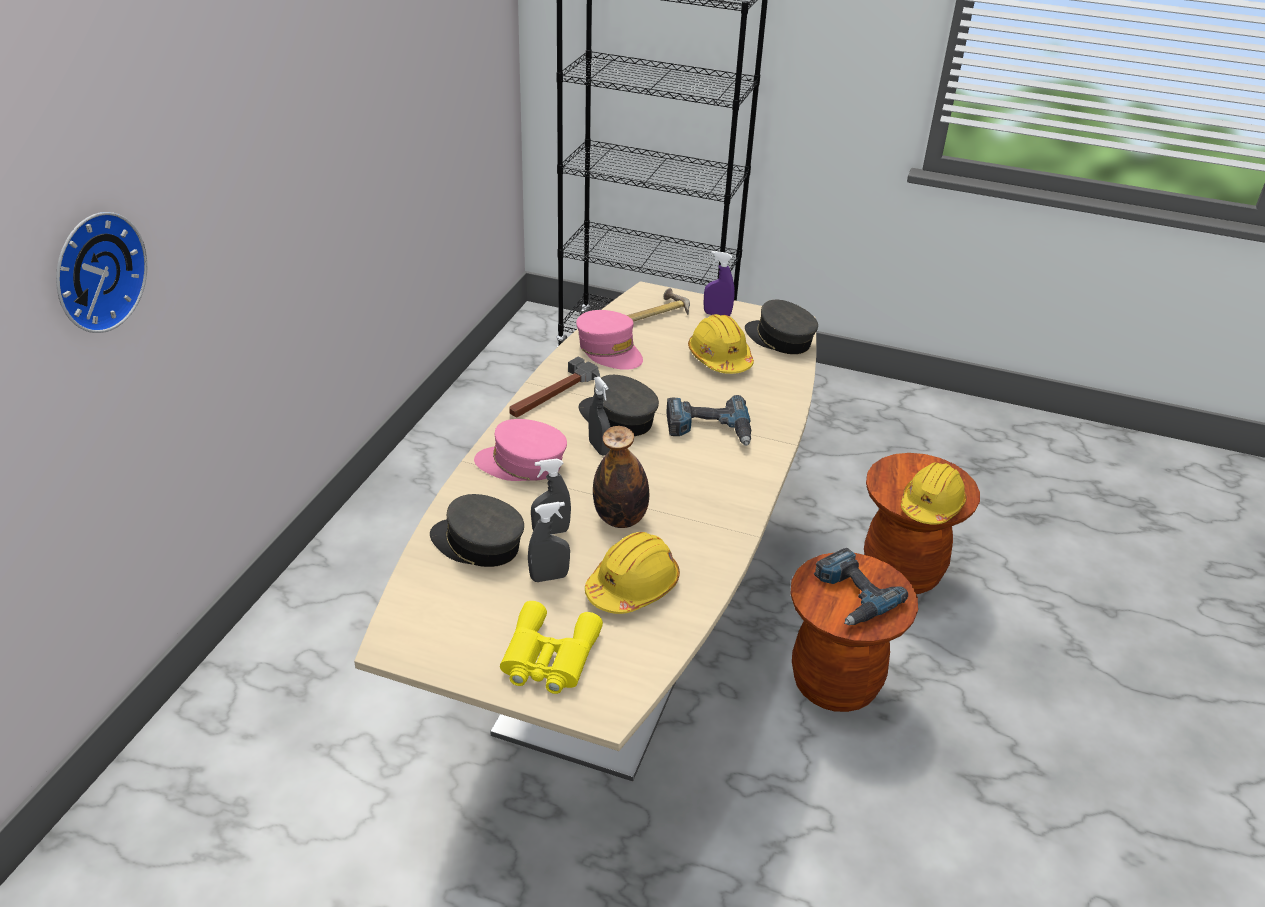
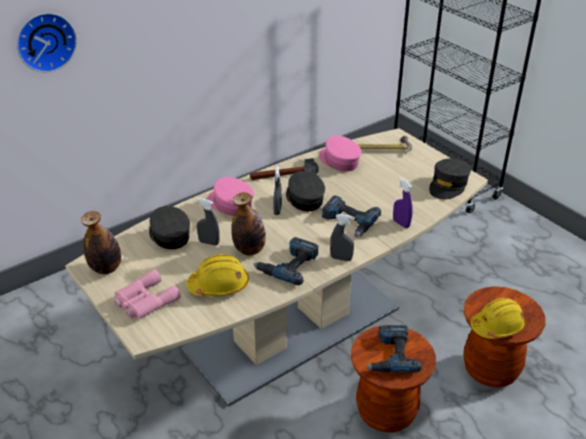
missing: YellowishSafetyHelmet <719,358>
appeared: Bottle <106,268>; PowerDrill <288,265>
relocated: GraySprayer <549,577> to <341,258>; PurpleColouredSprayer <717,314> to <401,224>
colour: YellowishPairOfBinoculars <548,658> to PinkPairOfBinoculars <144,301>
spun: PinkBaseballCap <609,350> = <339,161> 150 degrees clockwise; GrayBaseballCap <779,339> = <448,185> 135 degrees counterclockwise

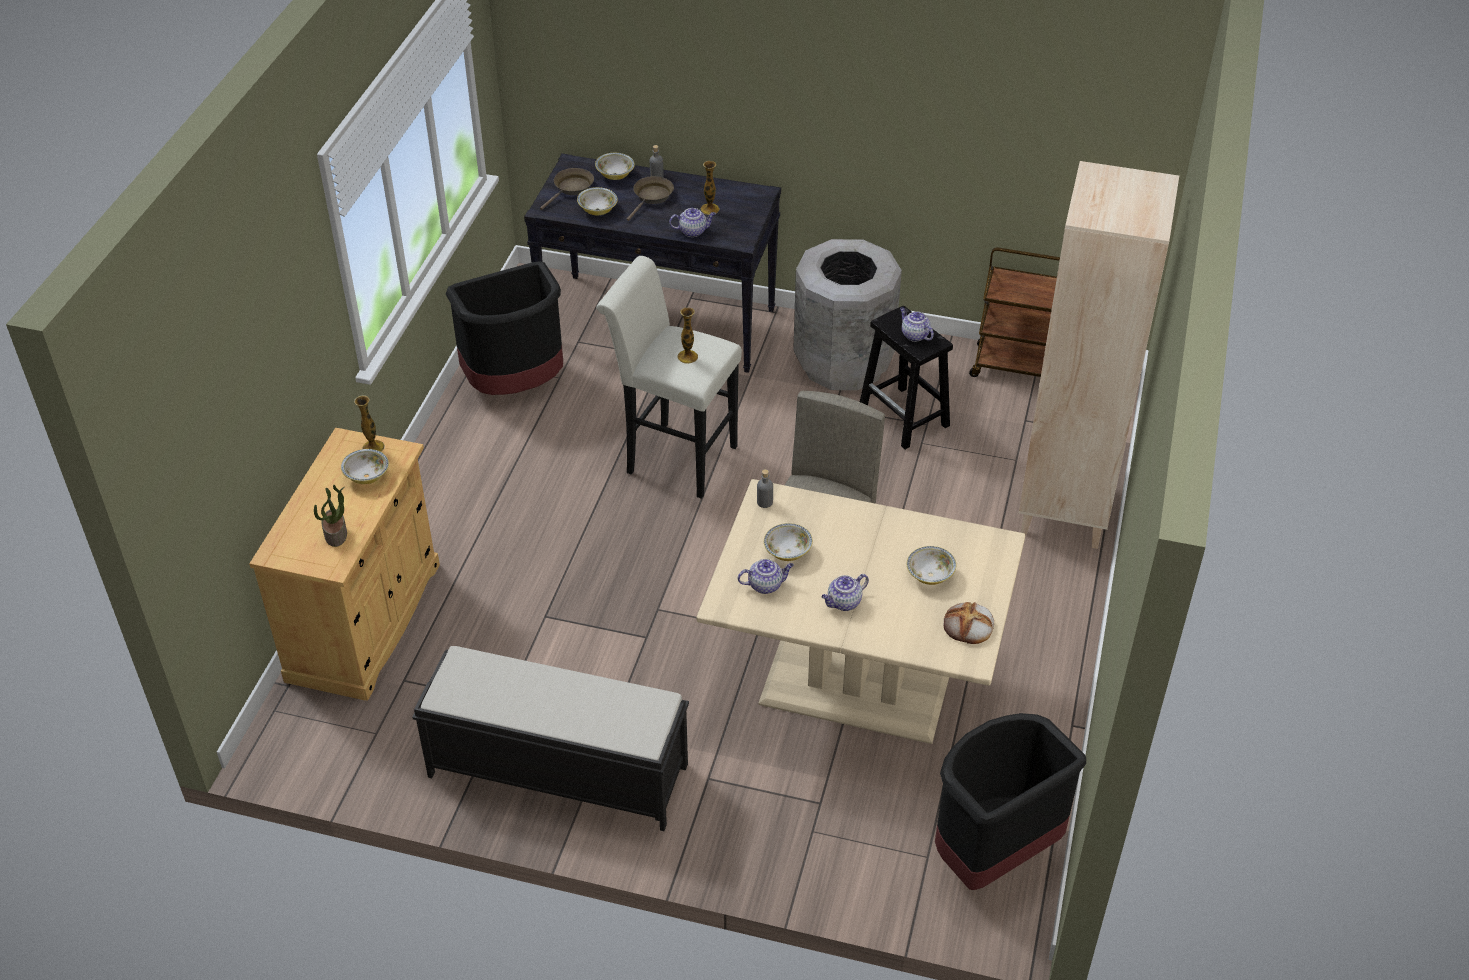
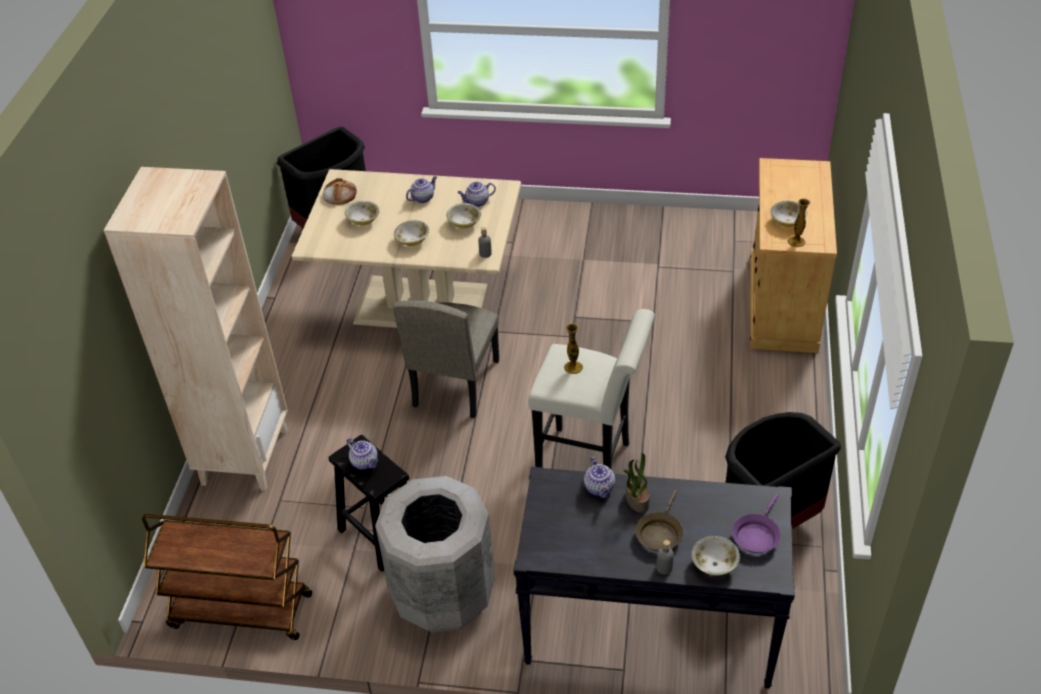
missing: BlackColouredLongSeat <556,770>; Vase <709,209>
relocated: PottedPlant <336,534> to <636,500>; ServingBowl <598,210> to <412,240>
colour: BrownishSkillet <571,188> to PurpleColouredSkillet <756,535>
spun: PotForTea <693,231> = <600,488> 90 degrees counterclockwise

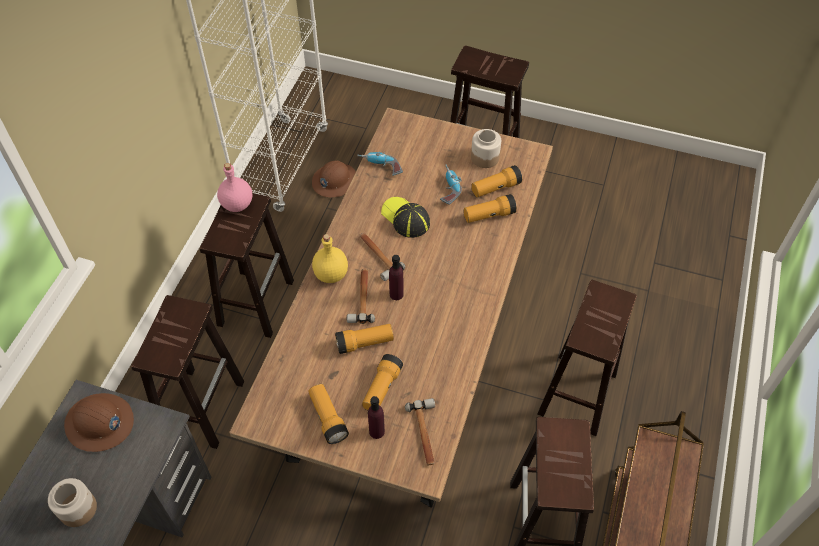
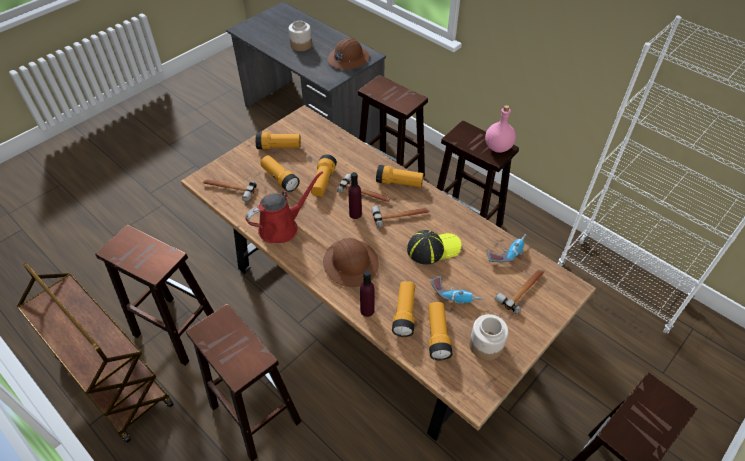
appeared: RedColouredSprinklingCan <282,227>; ToolHammer <522,289>
relocated: BrownishSafetyHelmet <334,181> to <351,263>; PurpleColouredBottle <377,431> to <367,310>
exchanged: YellowishBottle <331,274> to Flashlight <399,183>

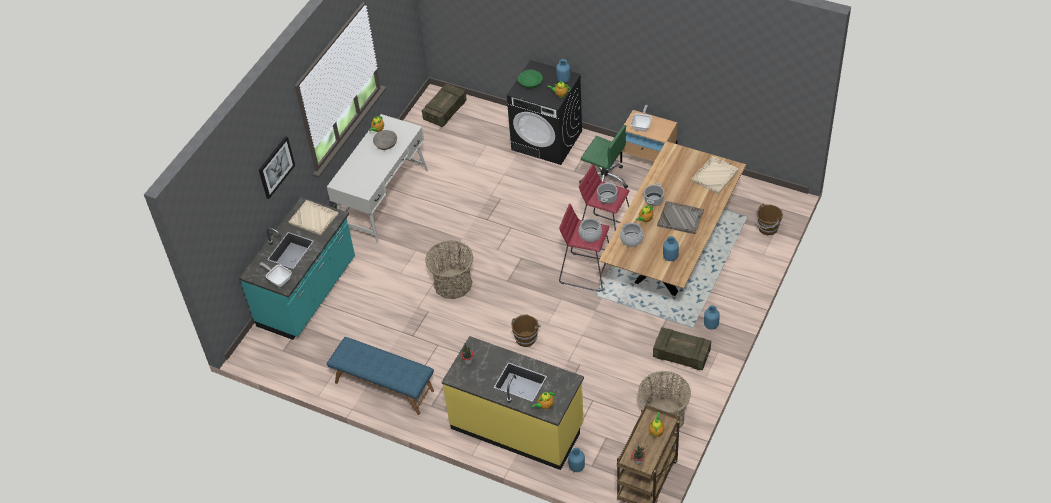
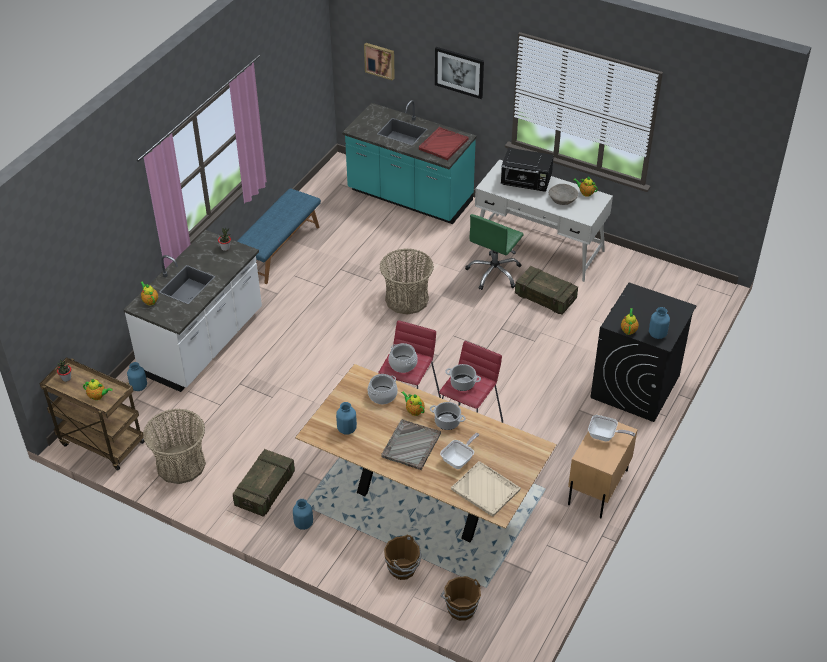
missing: GreenColouredServingBowl <530,83>
appeared: Picture <380,60>; BlackColouredKitchenMicrowave <526,182>
relocated: Skillet <278,279> to <459,459>; ShippingCrate <445,111> to <545,297>; BrownishPail <526,338> to <403,569>; GreenColouredDeskChair <604,180> to <494,273>
colour: BeigeColouredCarryingTray <314,218> to RedColouredCarryingTray <443,144>; YellowishKitchenCounter <517,426> to WhiteColouredKitchenCounter <203,343>

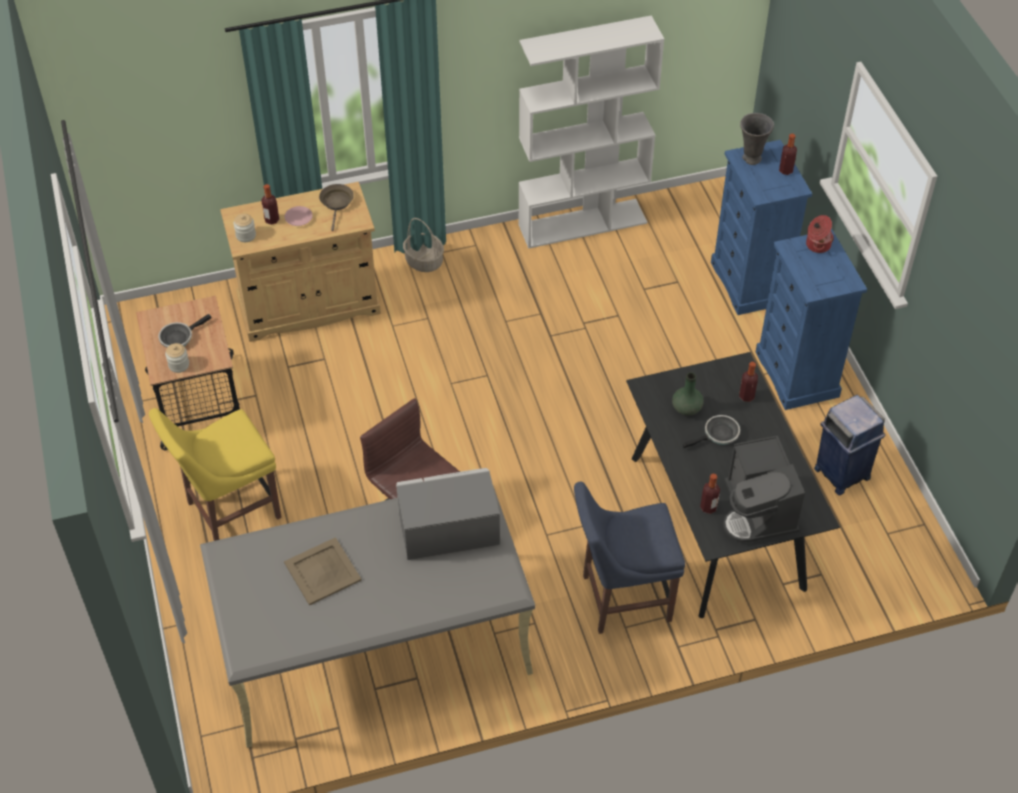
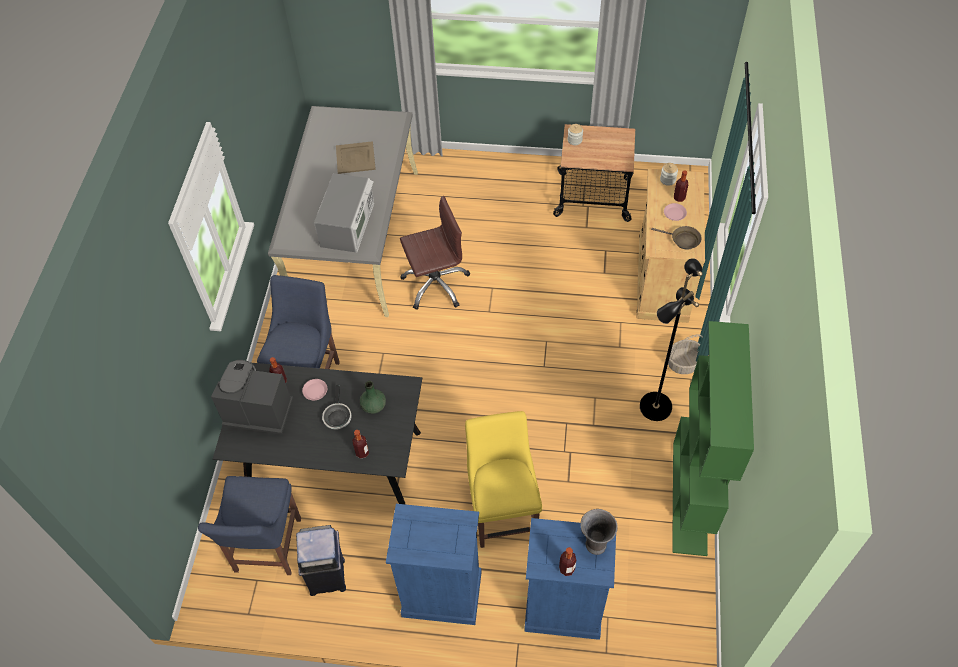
missing: Skillet <179,337>; Saucepot <817,245>
appeared: BlueColouredPlainChair <266,549>; PinkFlatDish <315,391>; BlackColouredStandingLamp <654,406>
relocated: YellowishPlainChair <229,511> to <503,511>
colour: WhiteColouredShelvingUnit <583,223> to GreenColouredShelvingUnit <690,498>

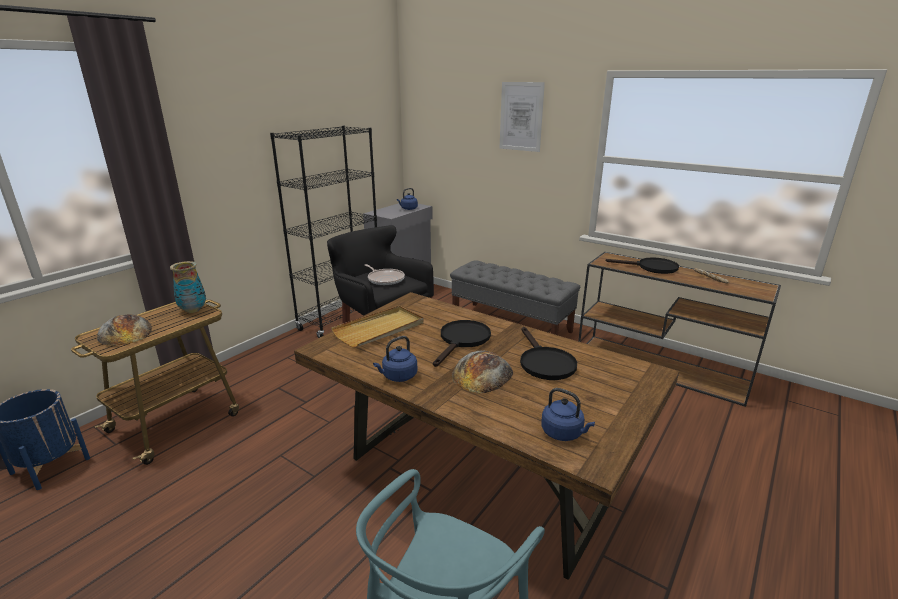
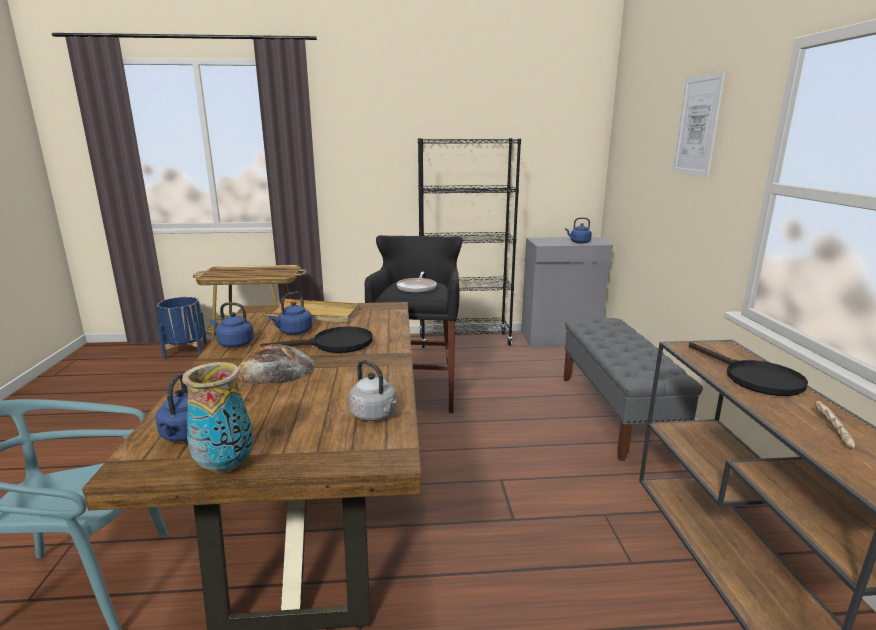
missing: BakeryBread <125,332>; BlackColouredSkillet <544,362>
appeared: BlueColouredKettle <294,332>; GrayKettle <375,415>
relocated: Vase <193,310> to <225,465>

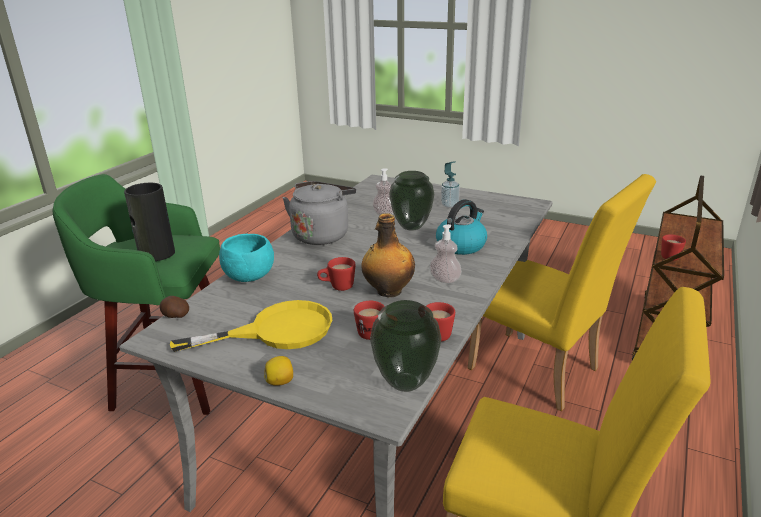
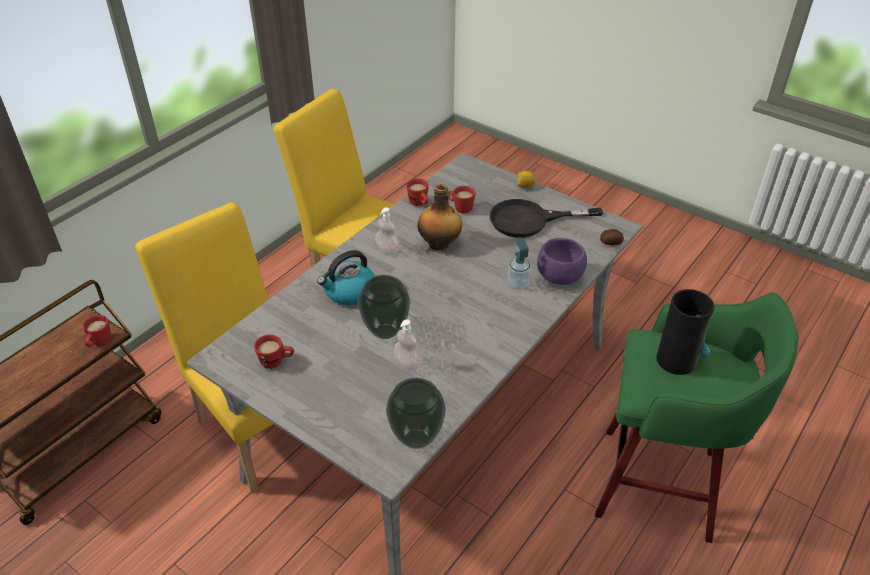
missing: GrayKettle <322,234>
relocated: RedColouredTeaMug <337,287> to <276,362>; Vase <406,383> to <415,438>; SoapDispenser <449,205> to <518,284>
colour: YellowishSkillet <277,331> to BlackColouredSkillet <529,220>; TurquoiseServingBowl <249,277> to PurpleColouredServingBowl <560,277>

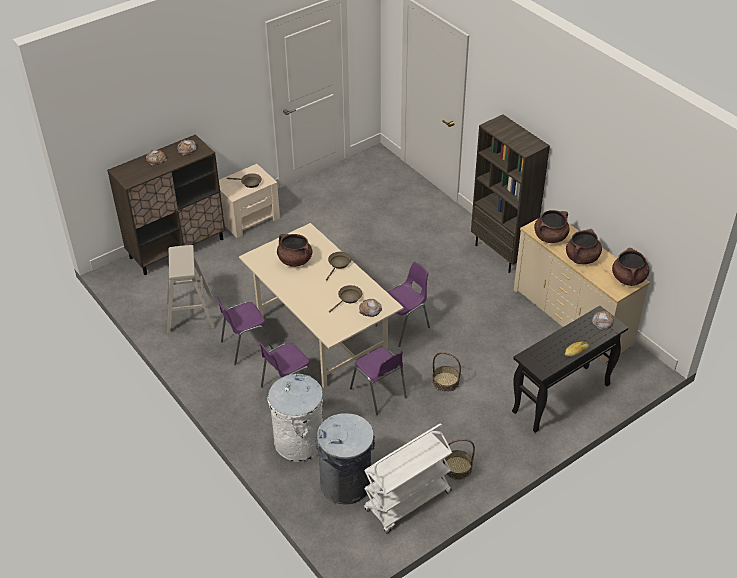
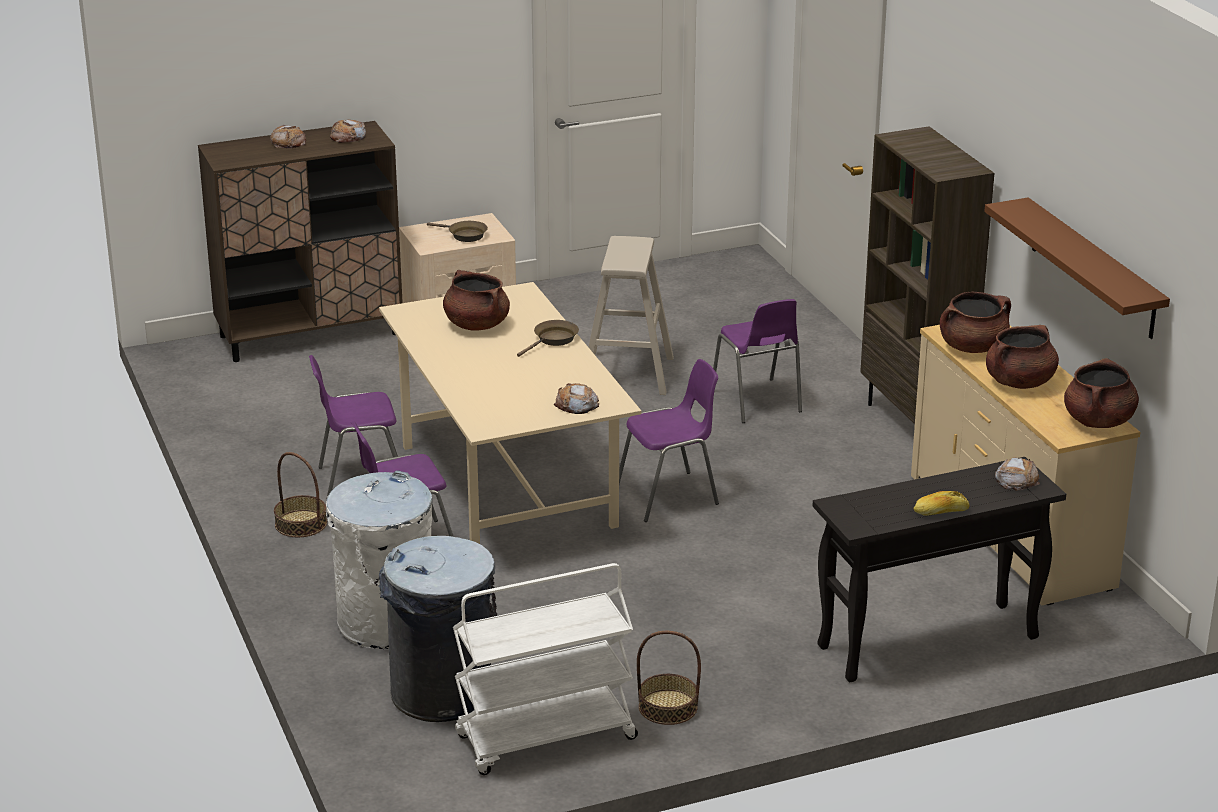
missing: BrownishSkillet <348,298>
appeared: BrownishShelf <1093,269>
relocated: BeigeColouredStool <190,314> to <627,373>; PurpleColouredPlainChair <379,394> to <757,402>; Basket <445,382> to <300,524>

